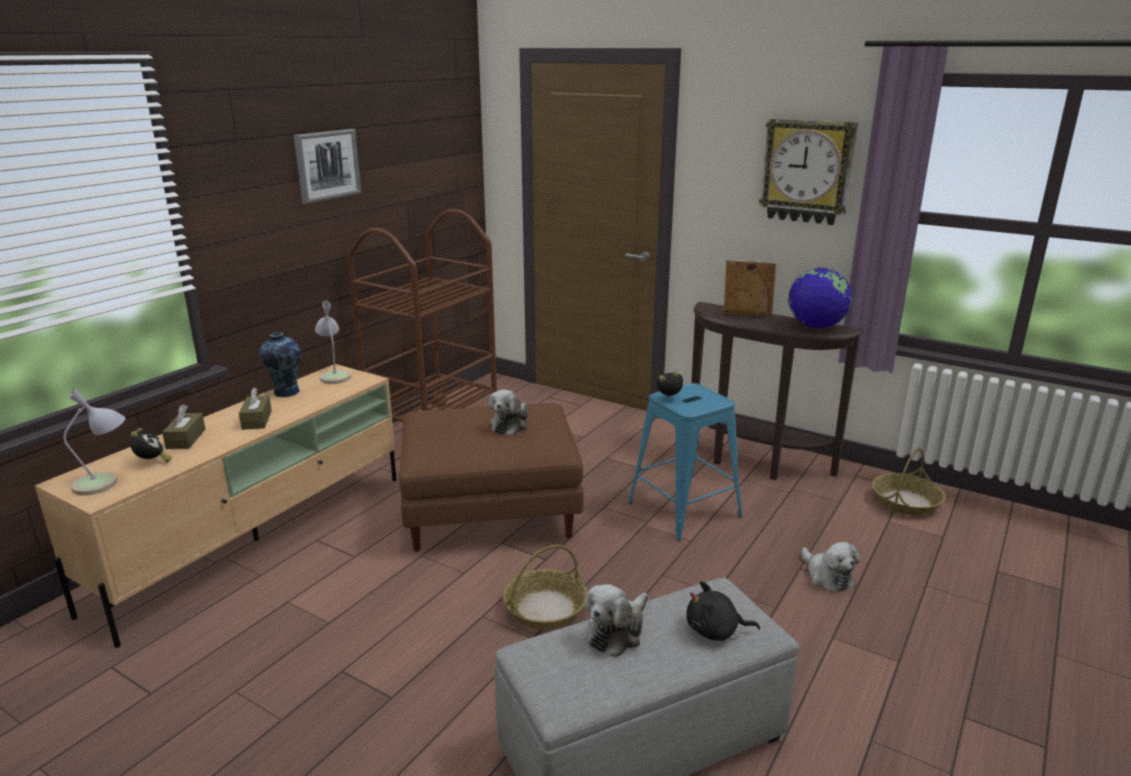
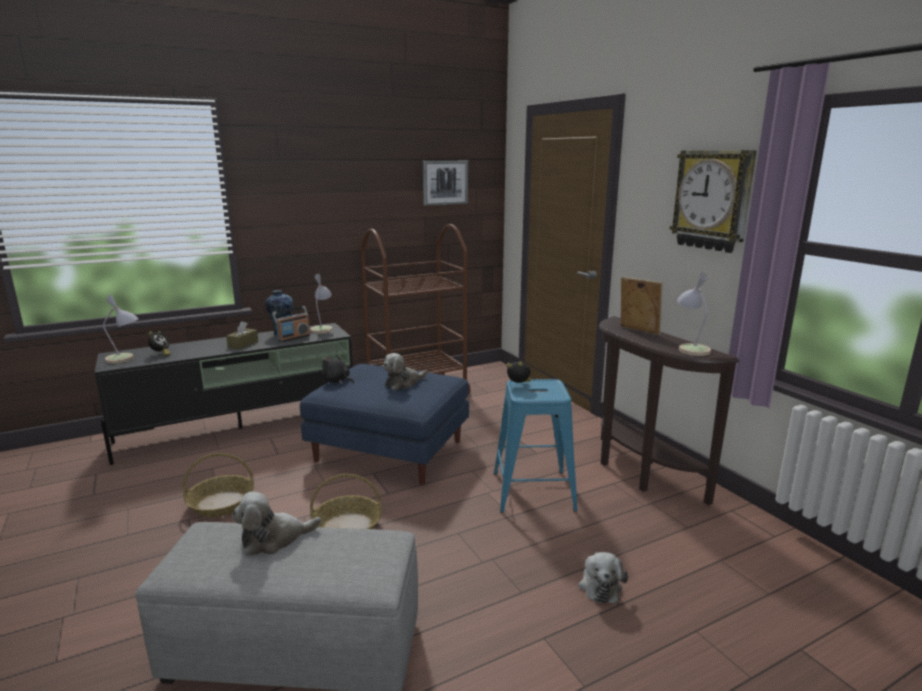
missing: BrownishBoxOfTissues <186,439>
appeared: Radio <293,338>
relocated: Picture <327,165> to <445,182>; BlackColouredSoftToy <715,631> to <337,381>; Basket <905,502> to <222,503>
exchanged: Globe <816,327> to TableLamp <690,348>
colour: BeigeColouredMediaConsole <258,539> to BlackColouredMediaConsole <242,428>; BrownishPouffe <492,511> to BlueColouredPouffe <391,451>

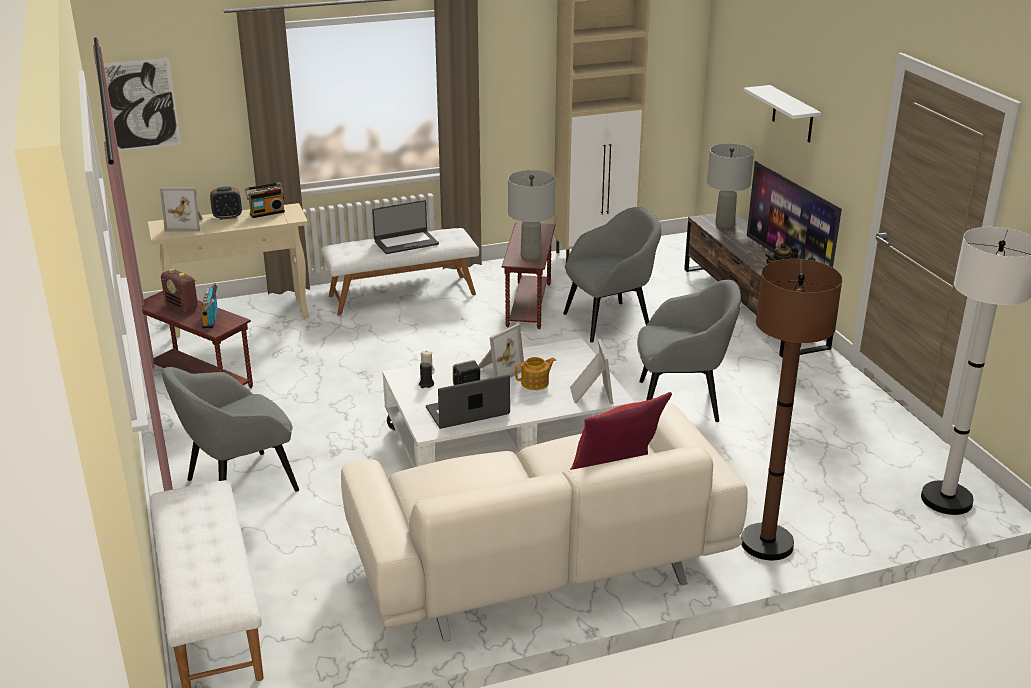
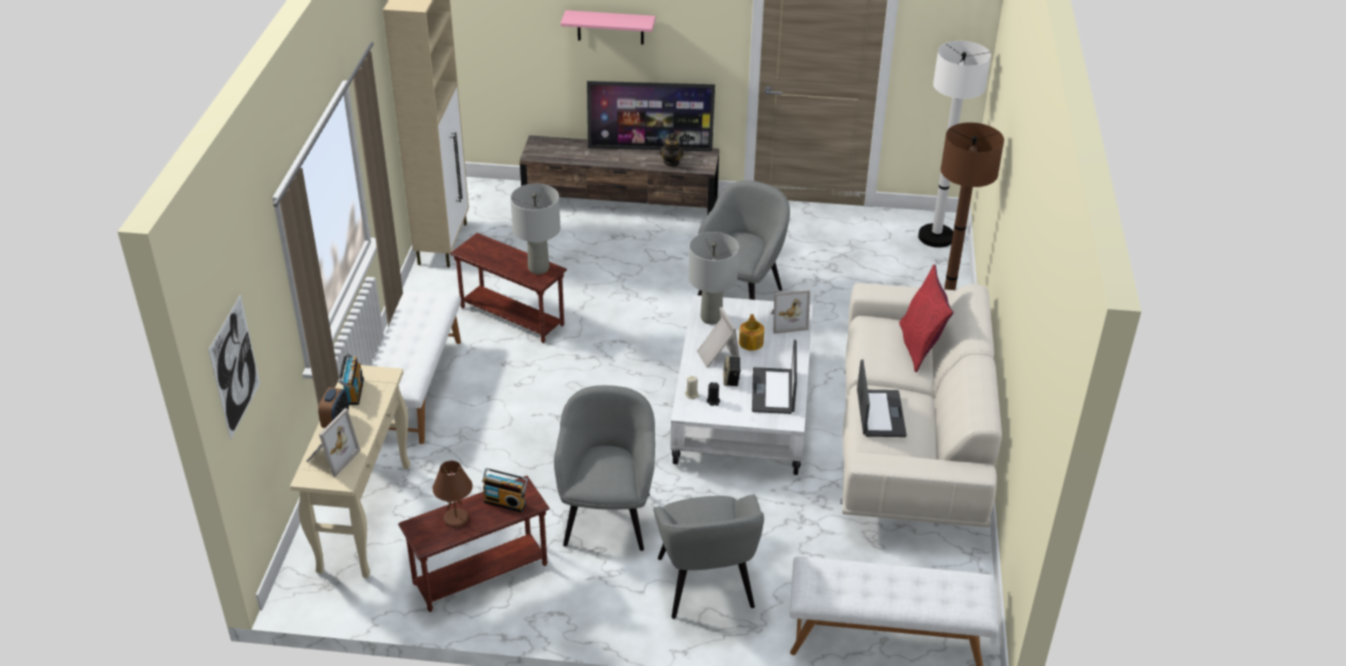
relocated: Laptop <406,242> to <879,414>; GrayLoungeChair <609,321> to <607,517>; GrayTableLamp <725,225> to <711,318>
exchanged: Radio <182,306> to BrownishTableLamp <456,518>
colour: WhiteColouredShelf <793,114> to PinkShelf <610,27>
spun: PictureFrame <590,394> = <787,321> 150 degrees clockwise

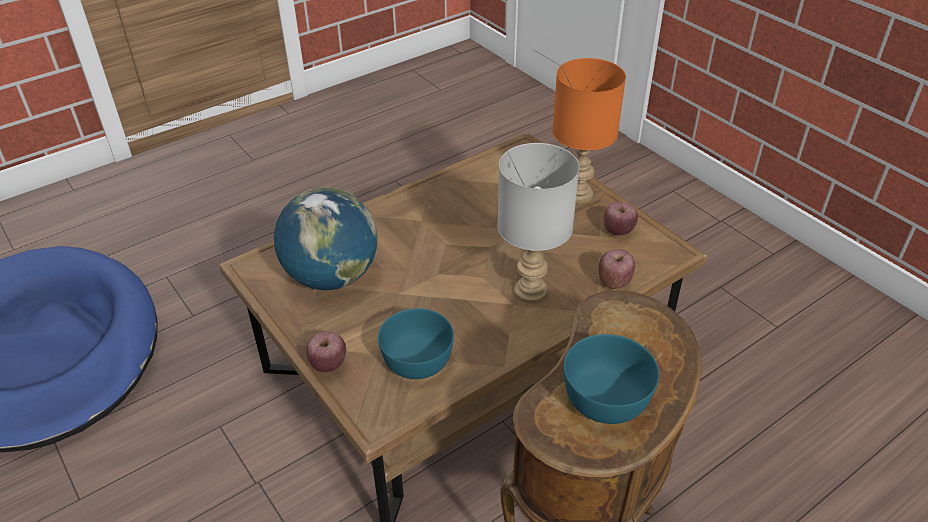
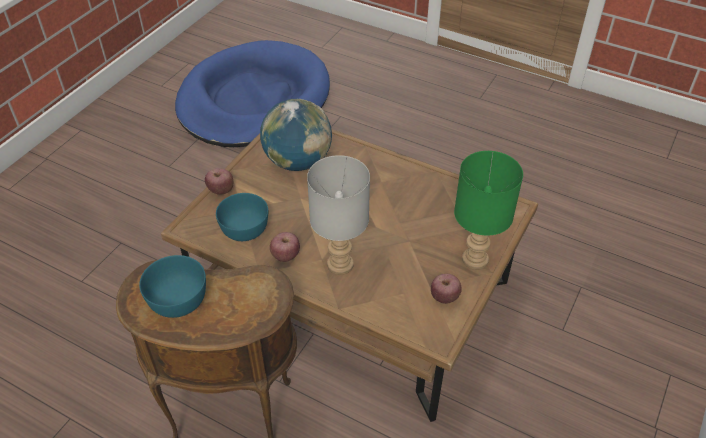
relocated: AppleFruit <614,281> to <285,255>
colour: OrangeTableLamp <579,195> to GreenColouredTableLamp <474,260>

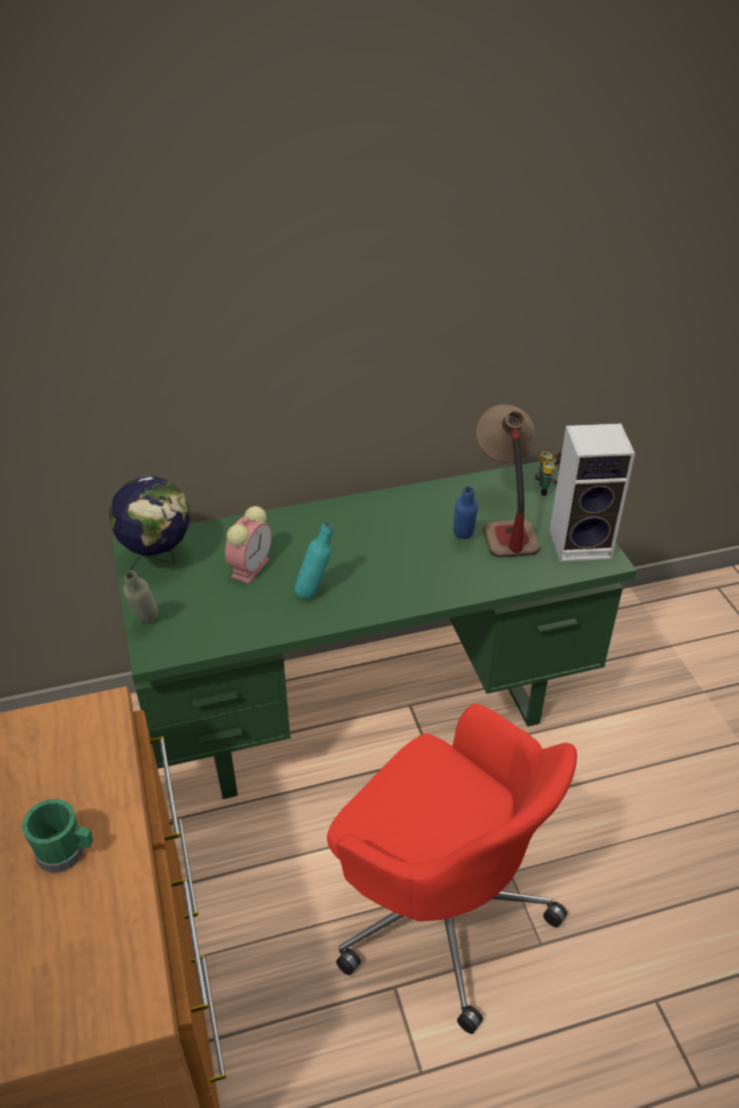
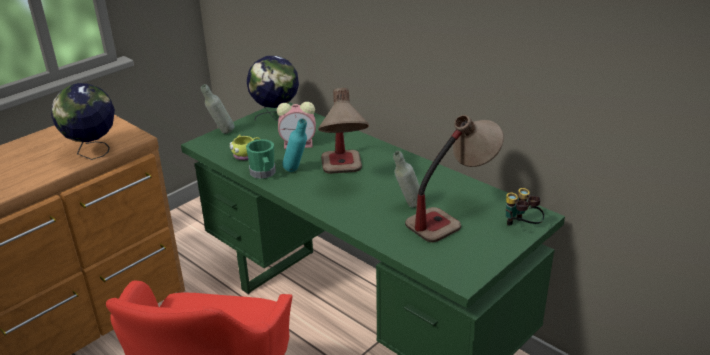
missing: Speaker <582,543>
appeared: Globe <93,153>; YellowishTeaMug <246,154>; TableLamp <344,175>
relocated: GreenColouredTeaMug <66,852> to <263,173>
colour: BlueColouredBottle <463,541> to GrayBottle <408,207>

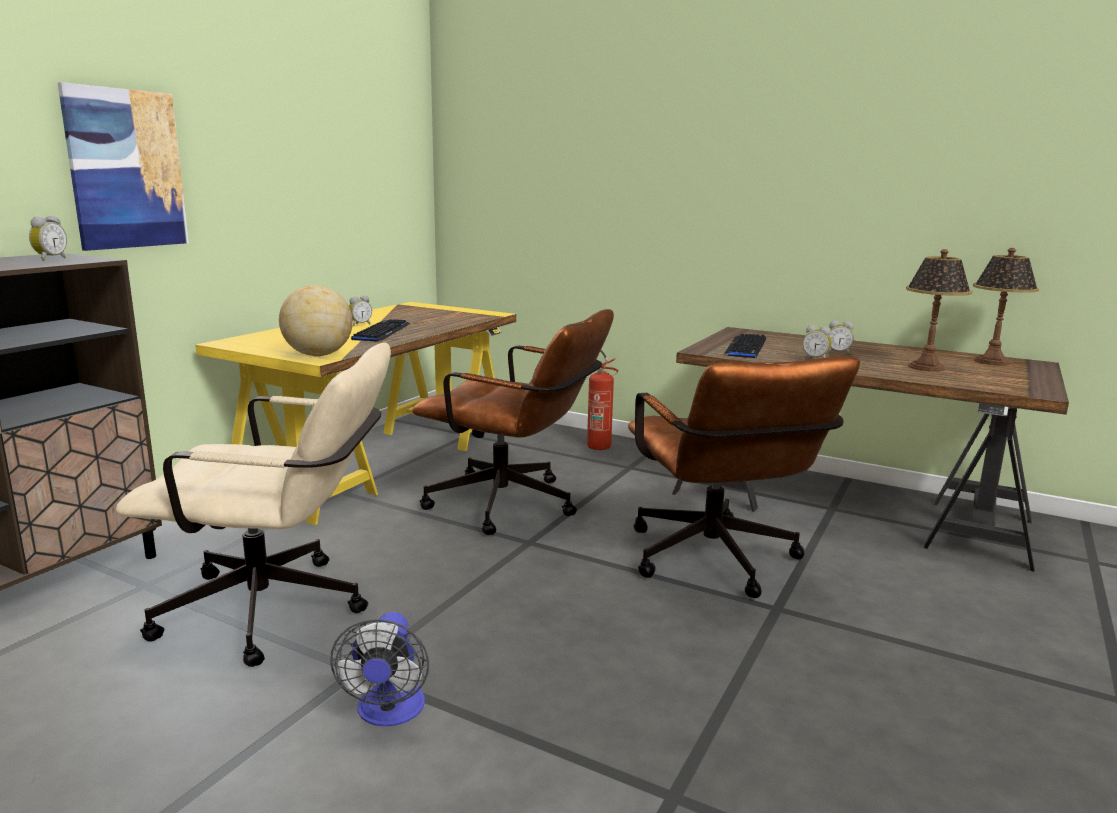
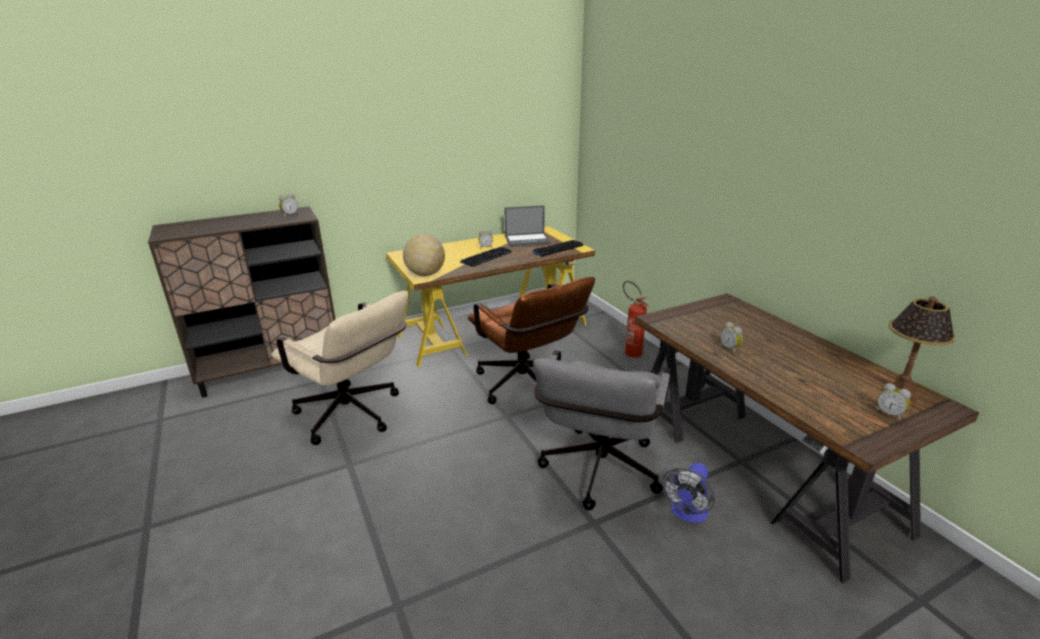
missing: Picture <126,169>; TableLamp <926,367>
appeared: Laptop <528,240>
relocated: Fan <389,712> to <687,513>; ComputerKeyboard <746,347> to <557,249>; BedsideClock <838,353> to <889,414>
colour: BrownishDeskChair <718,564> to GrayDeskChair <597,475>

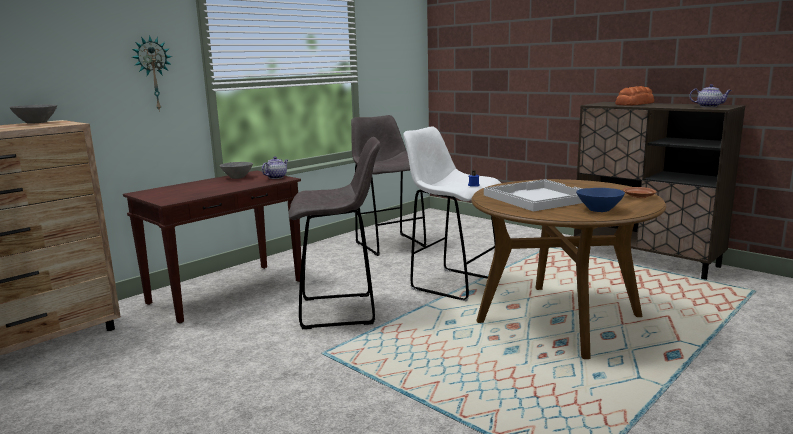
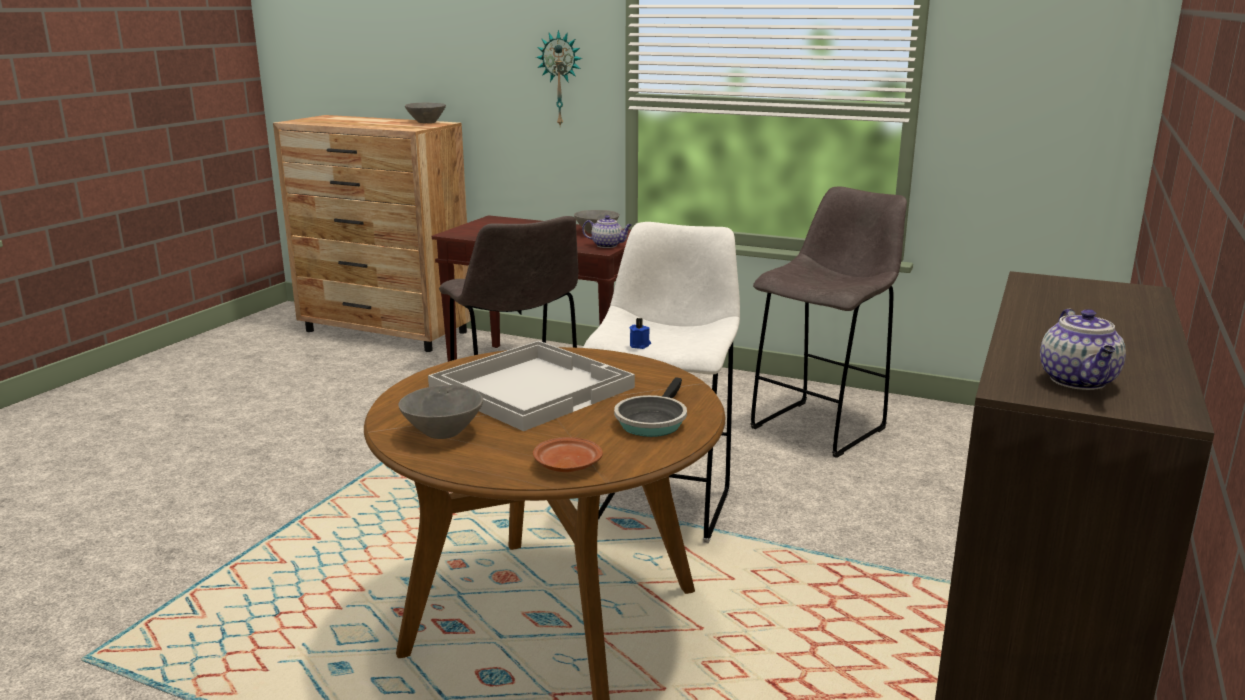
missing: BakeryBread <635,104>
appeared: Skillet <652,421>
colour: BlueColouredServingBowl <598,210> to GrayServingBowl <444,432>

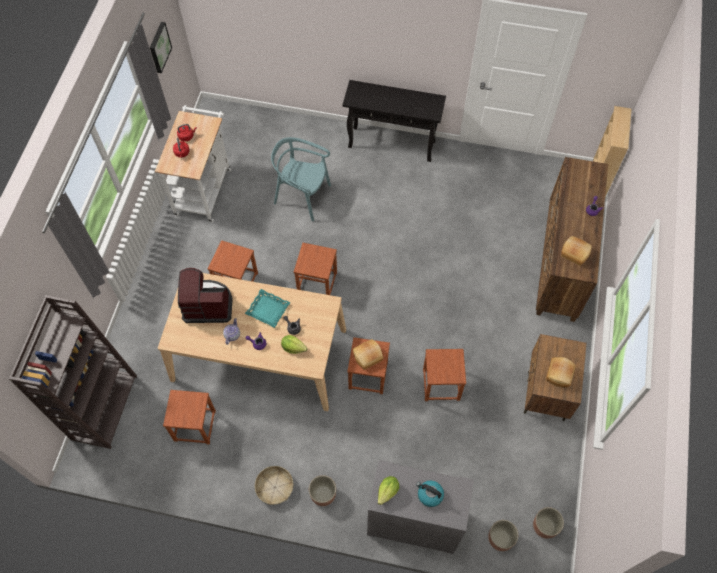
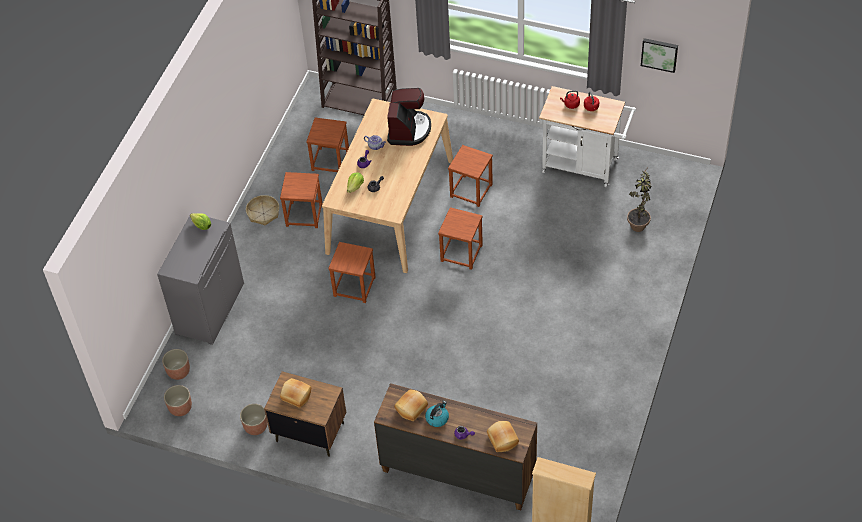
missing: TurquoiseCarryingTray <267,310>; TurquoisePlainChair <302,196>; BlackColouredNarrowTable <392,144>
appeared: PottedPlant <639,222>
relocated: PlantPot <323,495> to <255,426>; BakeryBread <368,357> to <502,440>; Kettle <429,495> to <437,418>; BrownishStool <441,385> to <303,214>

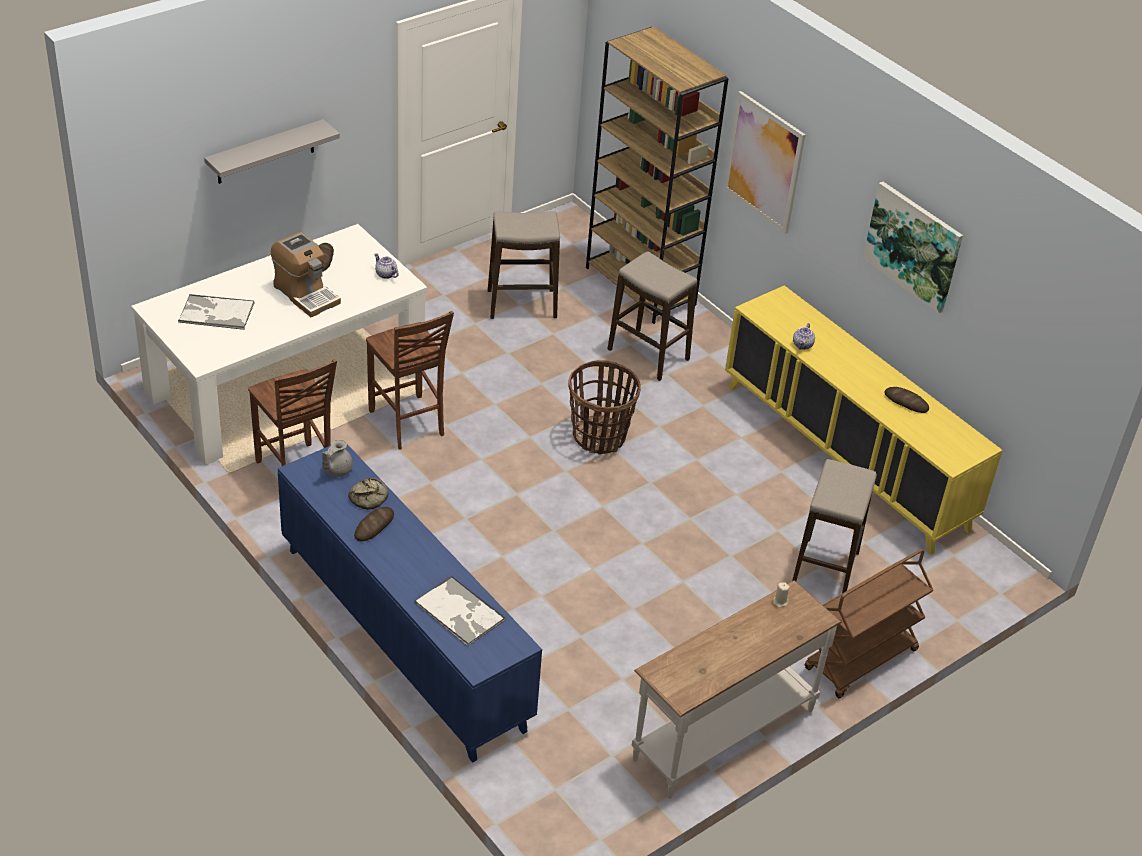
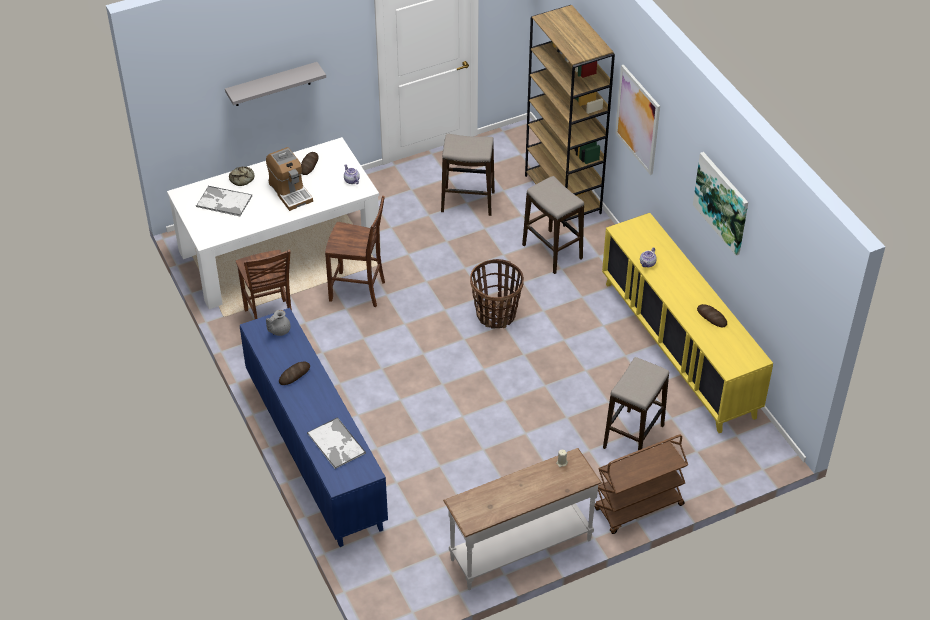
relocated: BakeryBread <370,497> to <242,179>
spun: BrownishPlainChair <408,424> = <358,291> 60 degrees counterclockwise

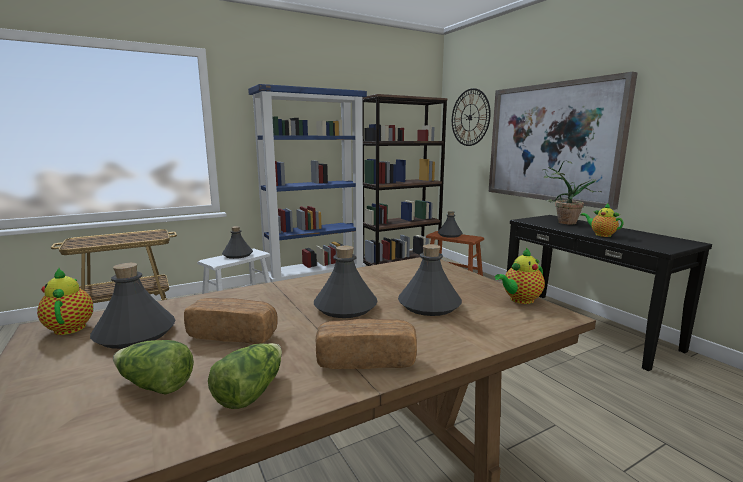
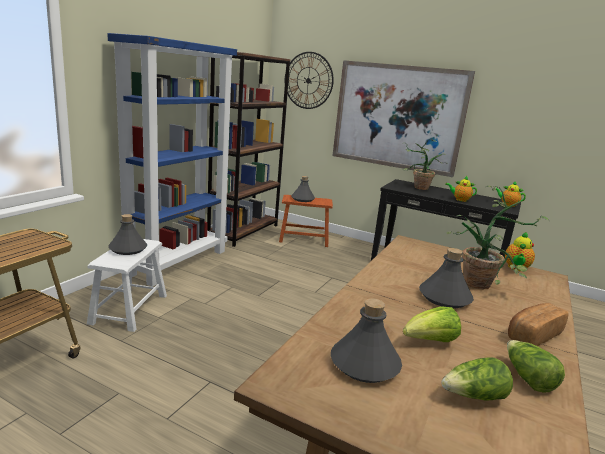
relocated: PotForTea <71,327> to <507,205>
exchanged: BakeryBread <234,335> to LettuceHead <430,342>; GrayBottle <429,305> to PottedPlant <484,284>

